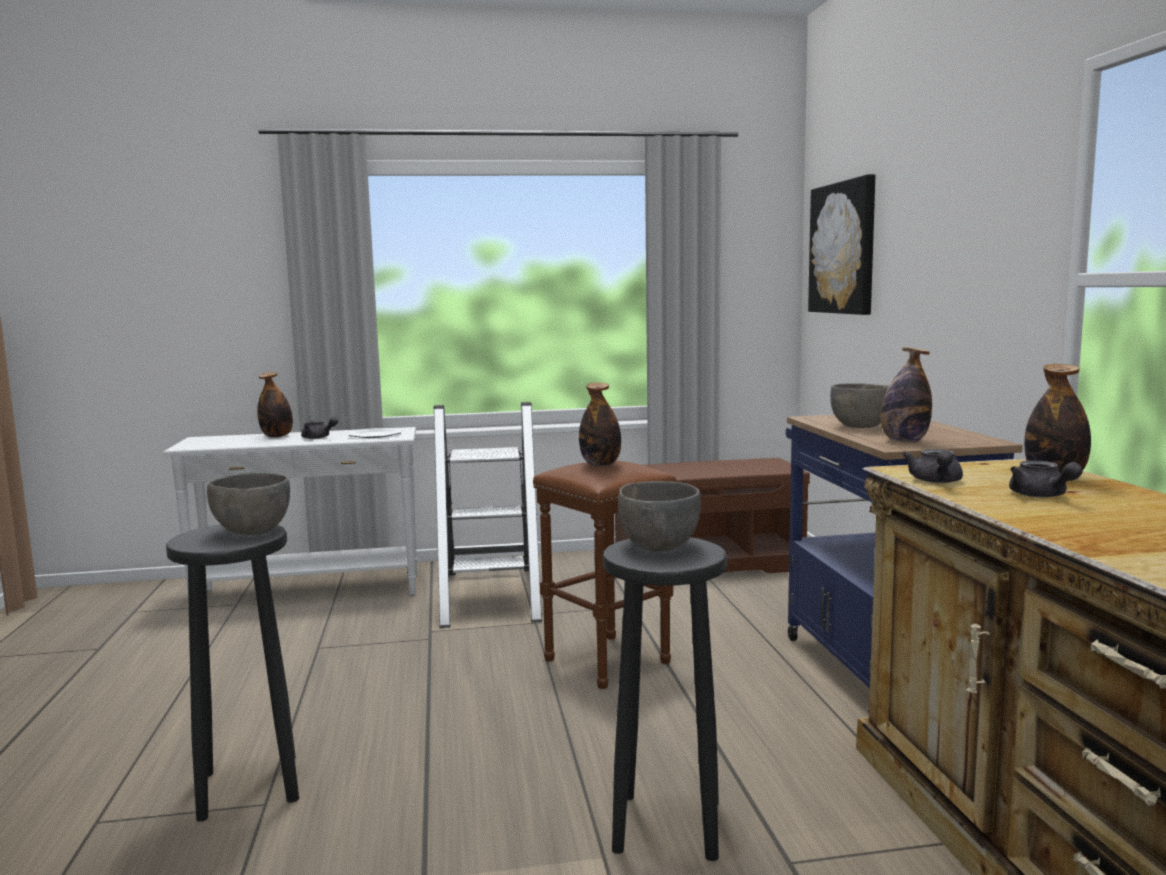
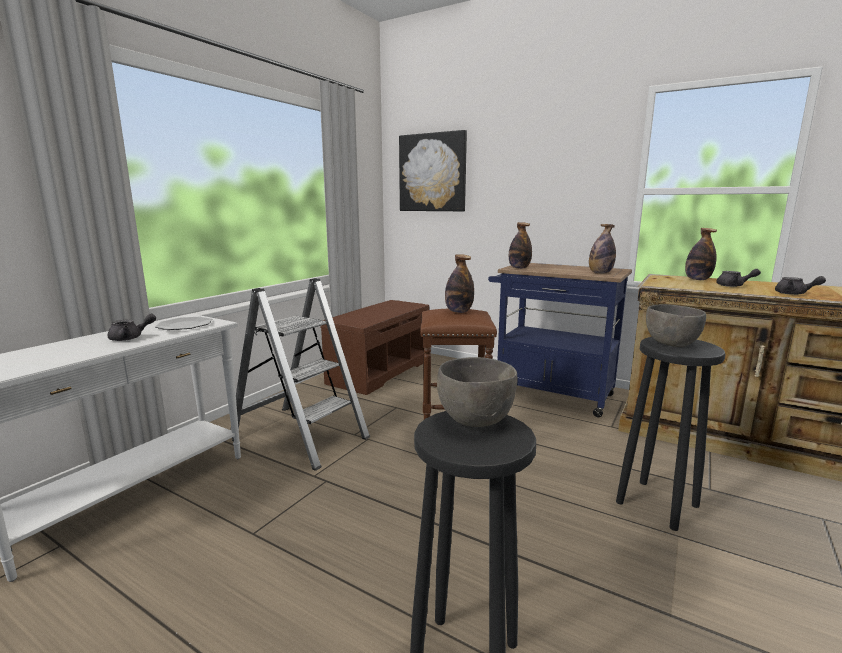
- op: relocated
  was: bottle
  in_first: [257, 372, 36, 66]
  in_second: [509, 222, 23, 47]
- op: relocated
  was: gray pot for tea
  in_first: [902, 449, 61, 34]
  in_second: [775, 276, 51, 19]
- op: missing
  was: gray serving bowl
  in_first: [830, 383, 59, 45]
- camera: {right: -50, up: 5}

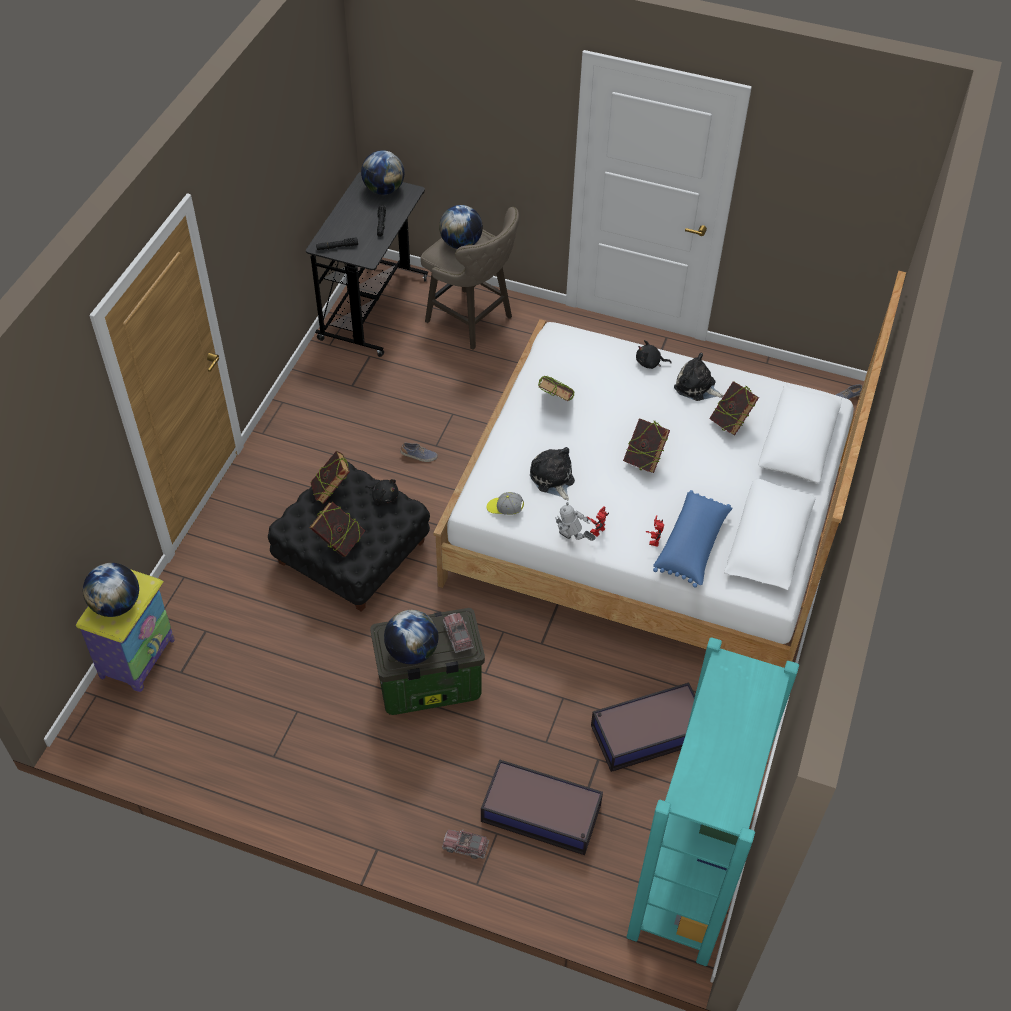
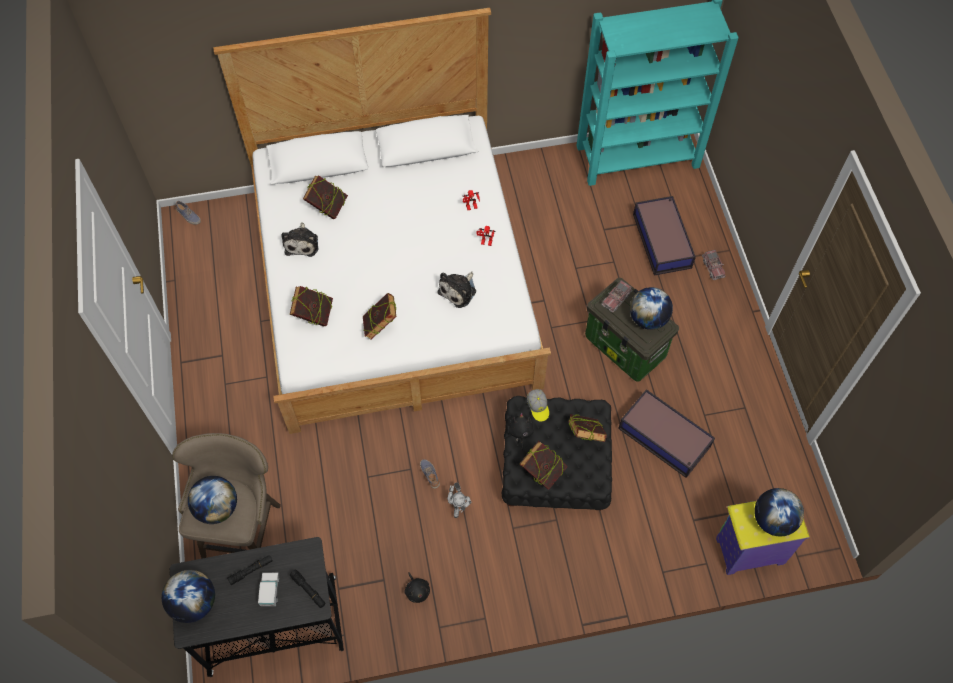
- op: appeared
  now: model truck
  in_second: [258, 573, 21, 33]
- op: relocated
  was: volume
  in_first: [623, 418, 47, 55]
  in_second: [290, 286, 43, 40]
- op: relocated
  was: blackish plush toy
  in_first: [636, 340, 36, 29]
  in_second: [405, 572, 25, 31]
- op: relocated
  was: robot figure
  in_first: [555, 502, 41, 39]
  in_second: [447, 482, 25, 36]
- op: relocated
  was: baseball cap
  in_first: [487, 492, 37, 23]
  in_second: [527, 389, 22, 33]
- op: relocated
  was: storage bin
  in_first: [591, 682, 104, 90]
  in_second: [618, 389, 97, 89]
- op: missing
  was: bluish pillow
  in_first: [653, 490, 80, 98]
- camera: {right: -120, up: 10}

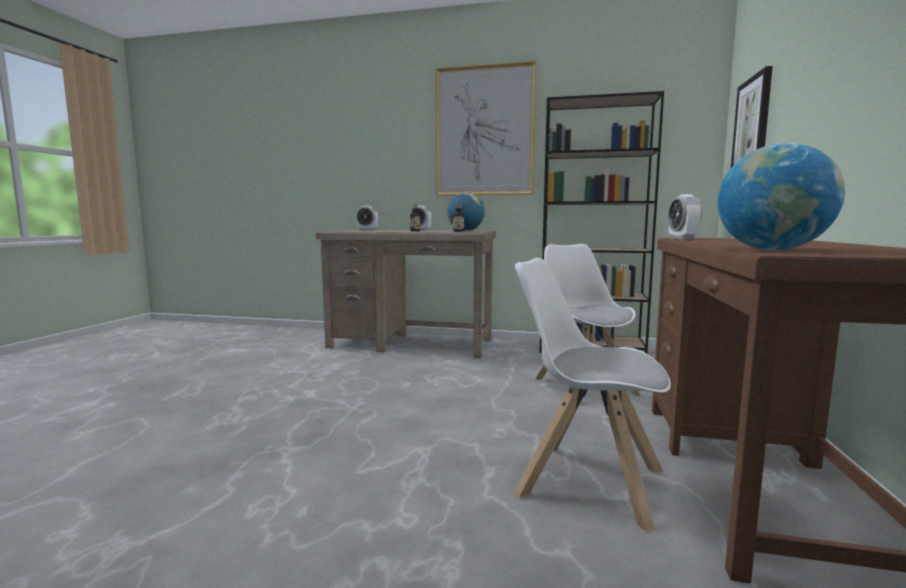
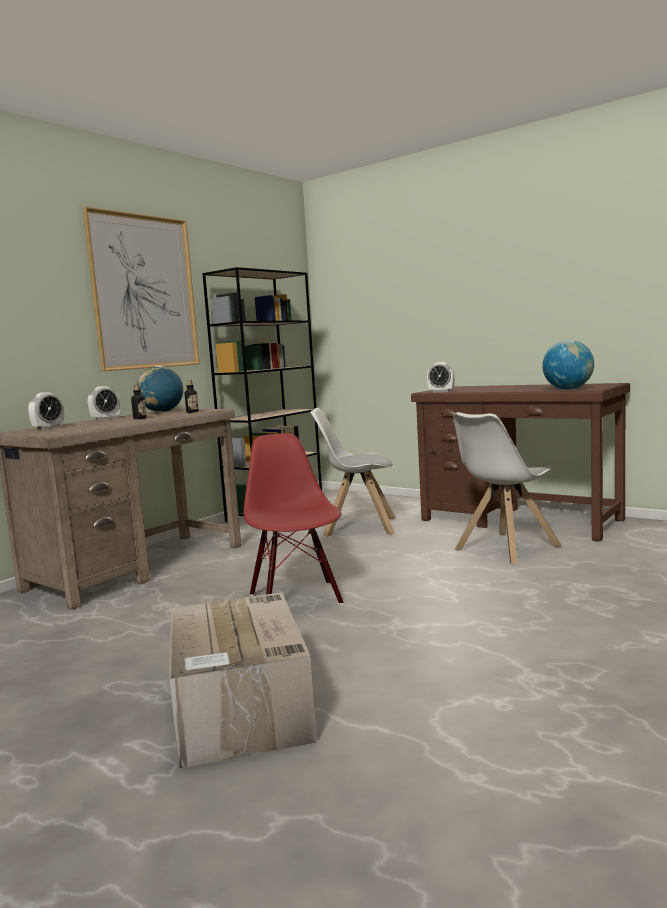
- op: appeared
  now: packing box
  in_second: [169, 593, 148, 176]
- op: appeared
  now: red-coloured plain chair
  in_second: [243, 433, 100, 172]
- op: missing
  was: wall picture
  in_first: [731, 66, 42, 102]
- camera: {right: -65, up: 0}

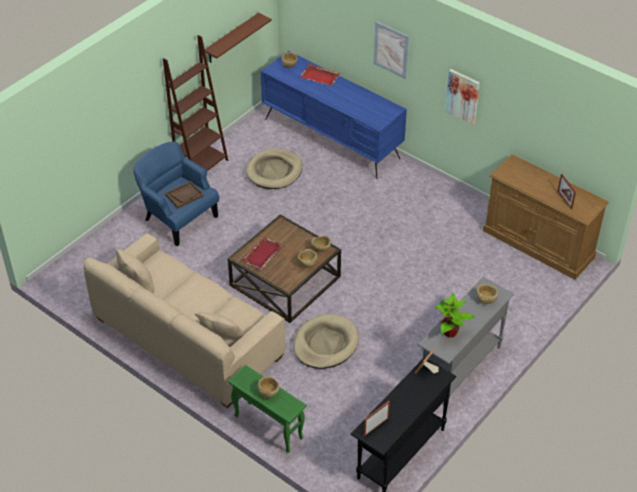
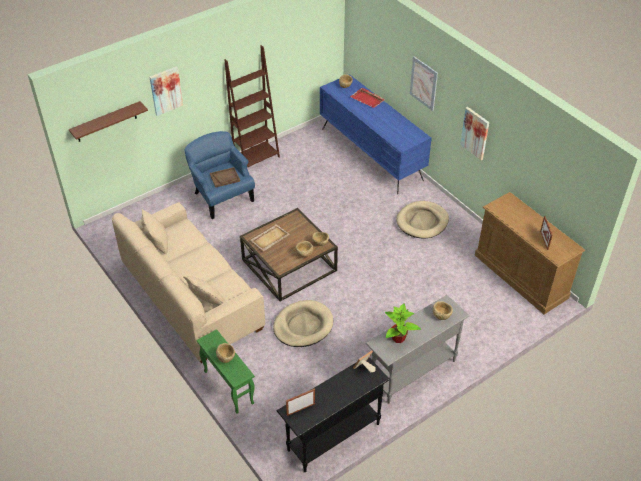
- op: relocated
  was: brown-coloured wall shelf
  in_first: [205, 13, 67, 50]
  in_second: [69, 101, 79, 41]
- op: appeared
  now: wall picture
  in_second: [149, 66, 34, 50]
- op: colour
  was: red-coloured carrying tray
  now: beige-coloured carrying tray
  in_first: [242, 237, 42, 33]
  in_second: [250, 224, 40, 27]
- op: relocated
  was: beige-coloured pet bed
  in_first: [246, 148, 57, 41]
  in_second: [396, 201, 53, 38]
- camera: {right: 15, up: 0}

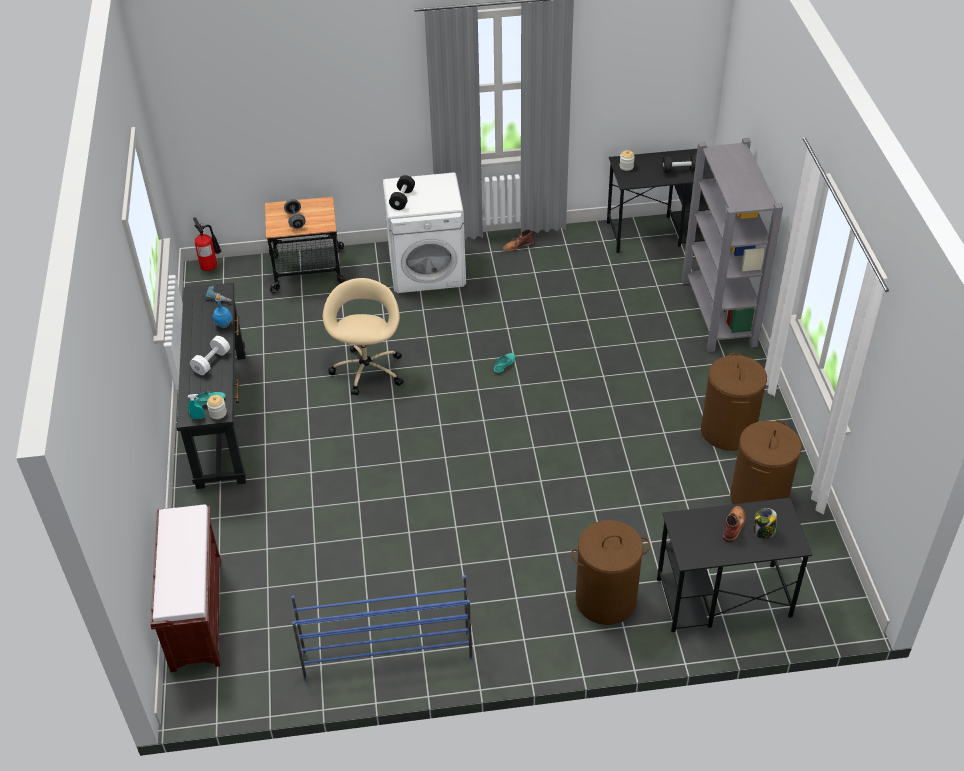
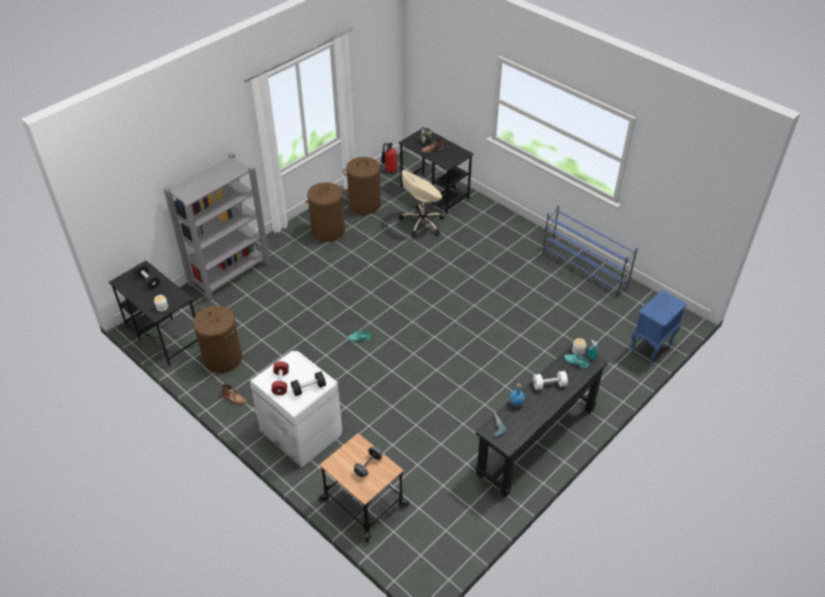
- op: relocated
  was: brown-coloured hamper
  in_first: [571, 520, 79, 105]
  in_second: [193, 306, 49, 67]
- op: appeared
  now: red-coloured hand weight
  in_second: [271, 361, 18, 34]
- op: relocated
  was: fire-fighting cylinder
  in_first: [193, 217, 28, 54]
  in_second: [381, 142, 16, 31]
- op: relocated
  was: beige-coloured office chair
  in_first: [323, 278, 81, 117]
  in_second: [399, 170, 45, 67]
- op: exchanged
  was: brown-coloured bench
  now: bluish nightstand
  in_first: [150, 505, 71, 167]
  in_second: [629, 290, 58, 77]
- camera: {right: -130, up: 0}

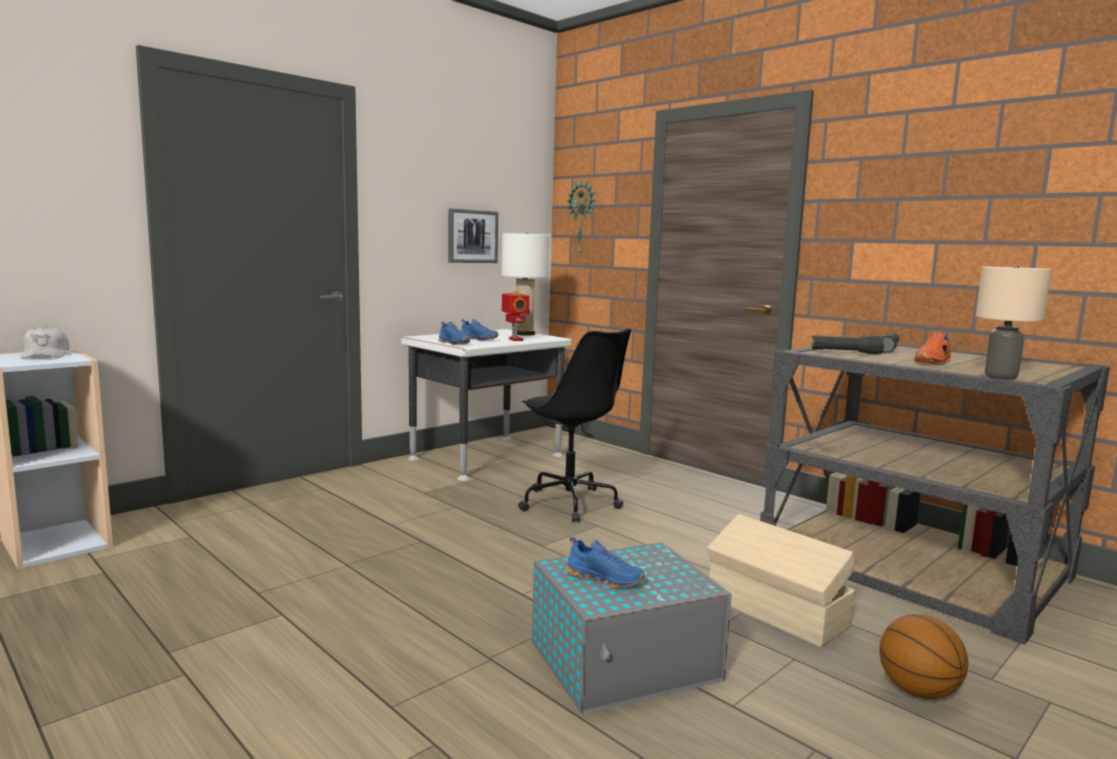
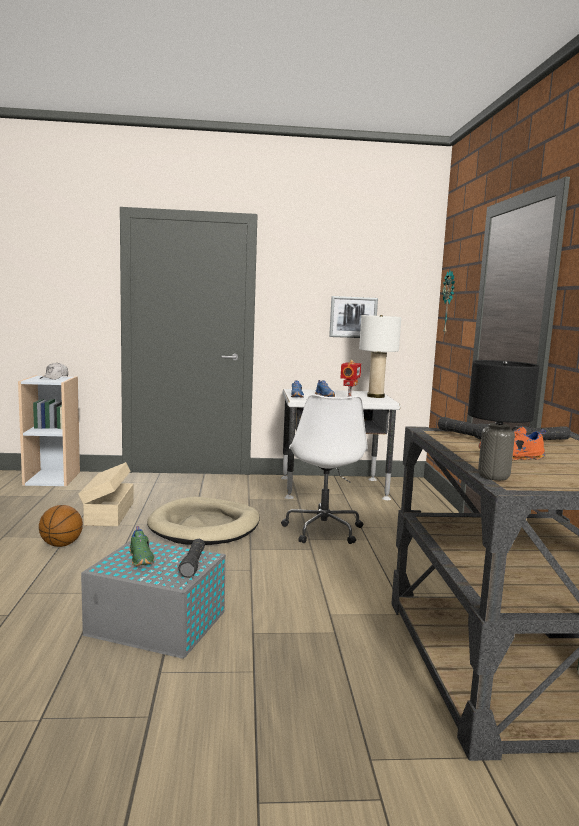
- op: relocated
  was: basketball
  in_first: [879, 614, 89, 85]
  in_second: [39, 505, 44, 42]
- op: relocated
  was: beige-coloured storage bin
  in_first: [707, 514, 149, 133]
  in_second: [78, 462, 56, 64]
- op: colour
  was: bluish low shoe
  now: green low shoe
  in_first: [566, 537, 78, 51]
  in_second: [129, 526, 25, 40]
- op: appeared
  now: beige-coloured pet bed
  in_second: [147, 497, 113, 48]
- op: appeared
  now: blackish flashlight
  in_second: [179, 539, 26, 39]
- op: colour
  was: blackish office chair
  now: whitish office chair
  in_first: [518, 328, 113, 194]
  in_second: [281, 394, 87, 150]
- op: colour
  was: beige-coloured lamp for a table
  now: blackish lamp for a table
  in_first: [976, 265, 76, 115]
  in_second: [468, 360, 71, 121]
- camera: {right: 40, up: 0}

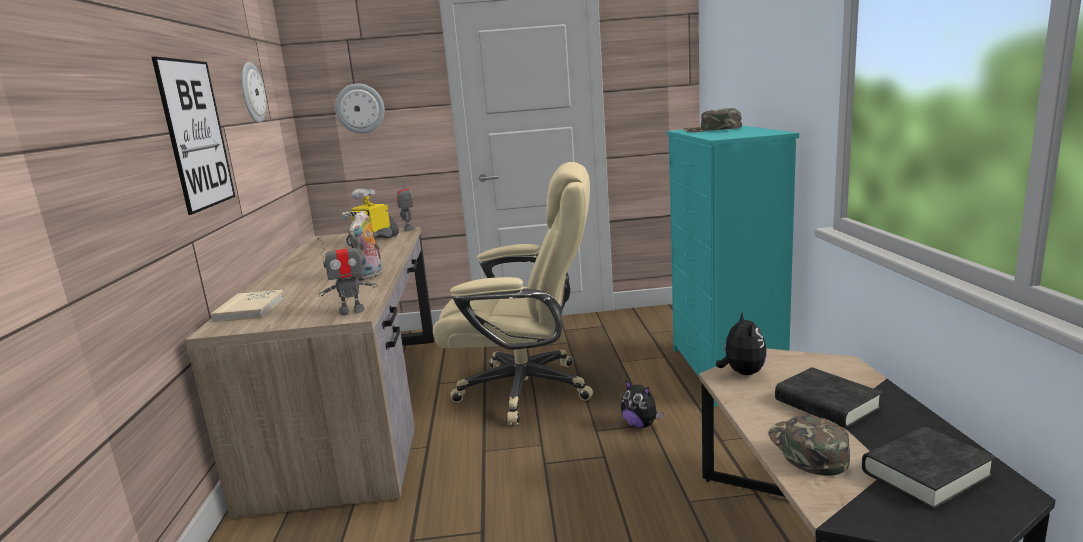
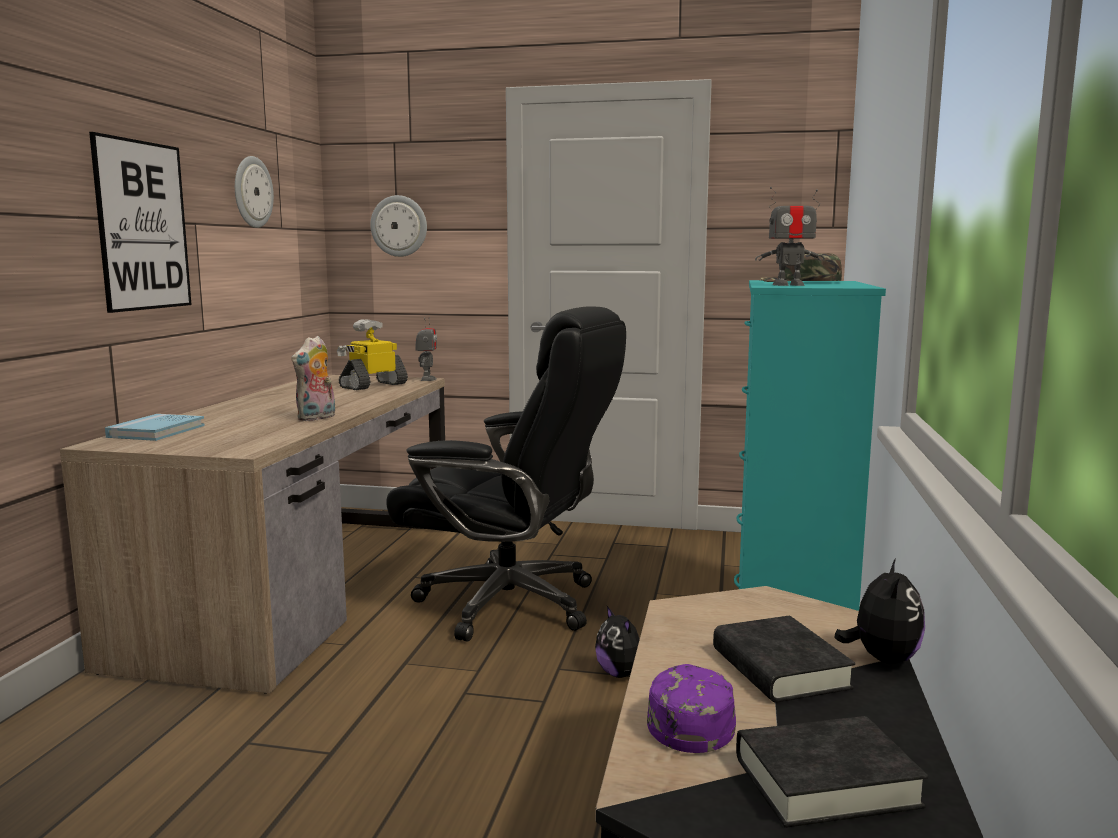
- op: colour
  was: beige-coloured volume
  now: bluish volume
  in_first: [211, 290, 74, 32]
  in_second: [105, 414, 100, 27]
- op: colour
  was: beige-coloured office chair
  now: blackish office chair
  in_first: [433, 162, 160, 263]
  in_second: [386, 306, 240, 336]
- op: colour
  was: green baseball cap
  now: purplish baseball cap
  in_first: [769, 416, 81, 60]
  in_second: [647, 664, 89, 89]
- op: relocated
  was: robot figure
  in_first: [318, 234, 60, 81]
  in_second: [755, 187, 70, 99]
- op: relocated
  was: plush toy
  in_first: [716, 311, 51, 64]
  in_second: [834, 558, 91, 106]
- camera: {right: 15, up: -5}

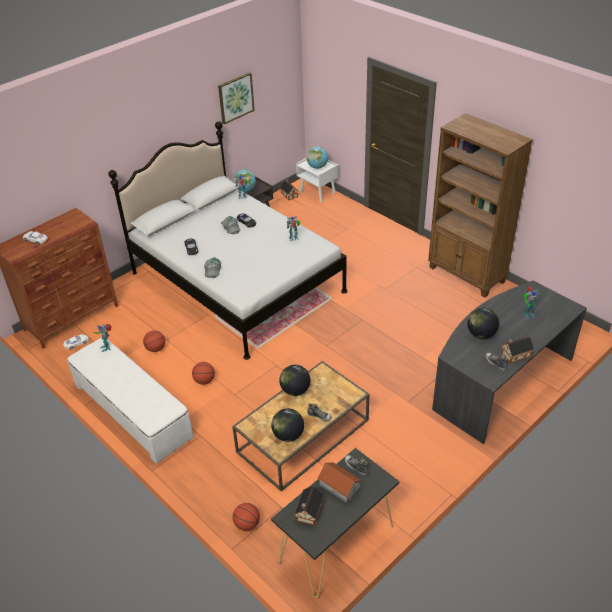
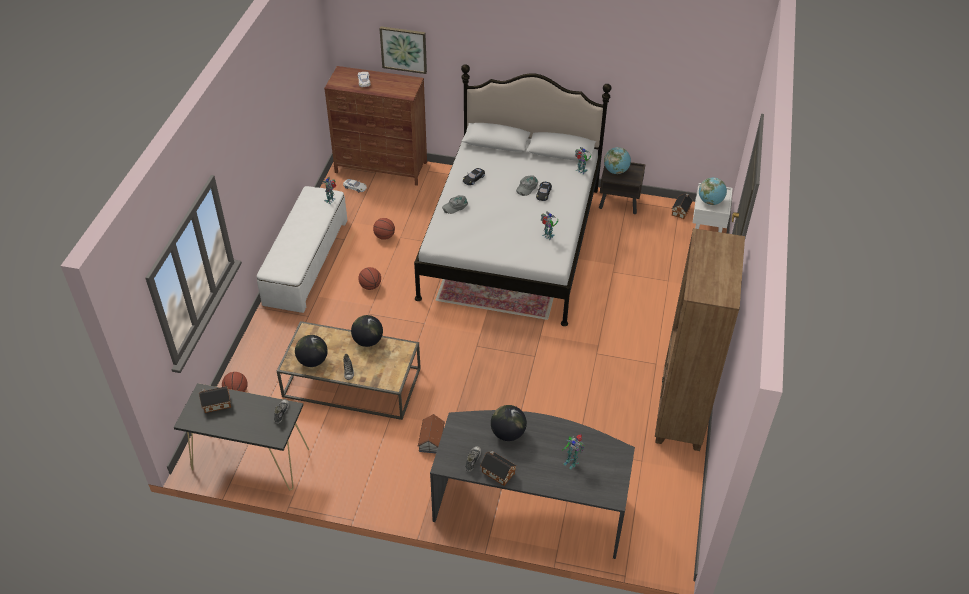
- op: relocated
  was: wall picture
  in_first: [218, 72, 37, 53]
  in_second: [379, 26, 48, 48]
- op: relocated
  was: model house
  in_first: [318, 462, 45, 42]
  in_second: [417, 414, 28, 39]
- camera: {right: 55, up: 5}

